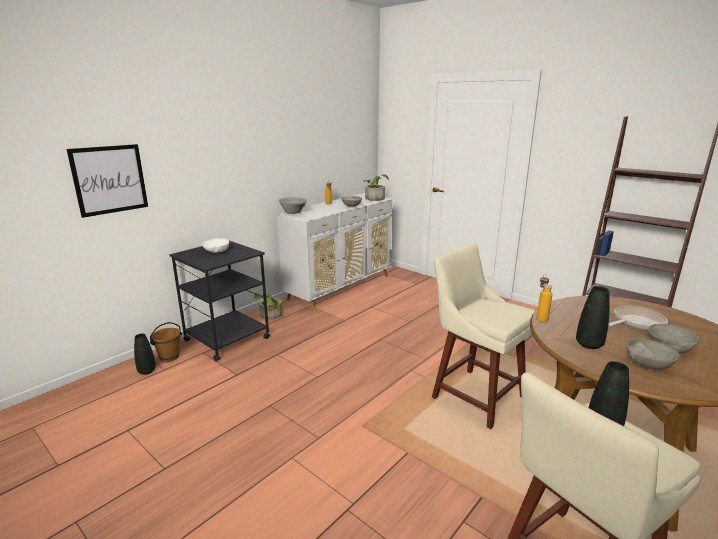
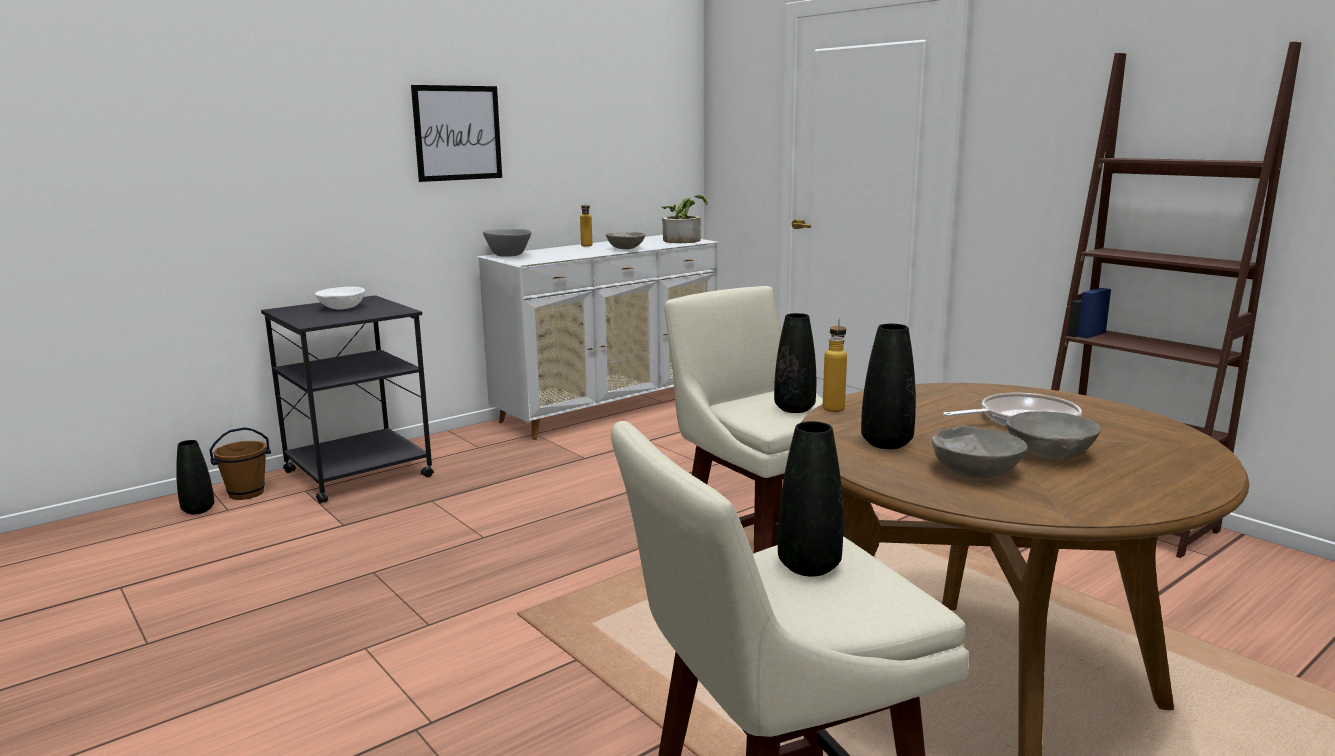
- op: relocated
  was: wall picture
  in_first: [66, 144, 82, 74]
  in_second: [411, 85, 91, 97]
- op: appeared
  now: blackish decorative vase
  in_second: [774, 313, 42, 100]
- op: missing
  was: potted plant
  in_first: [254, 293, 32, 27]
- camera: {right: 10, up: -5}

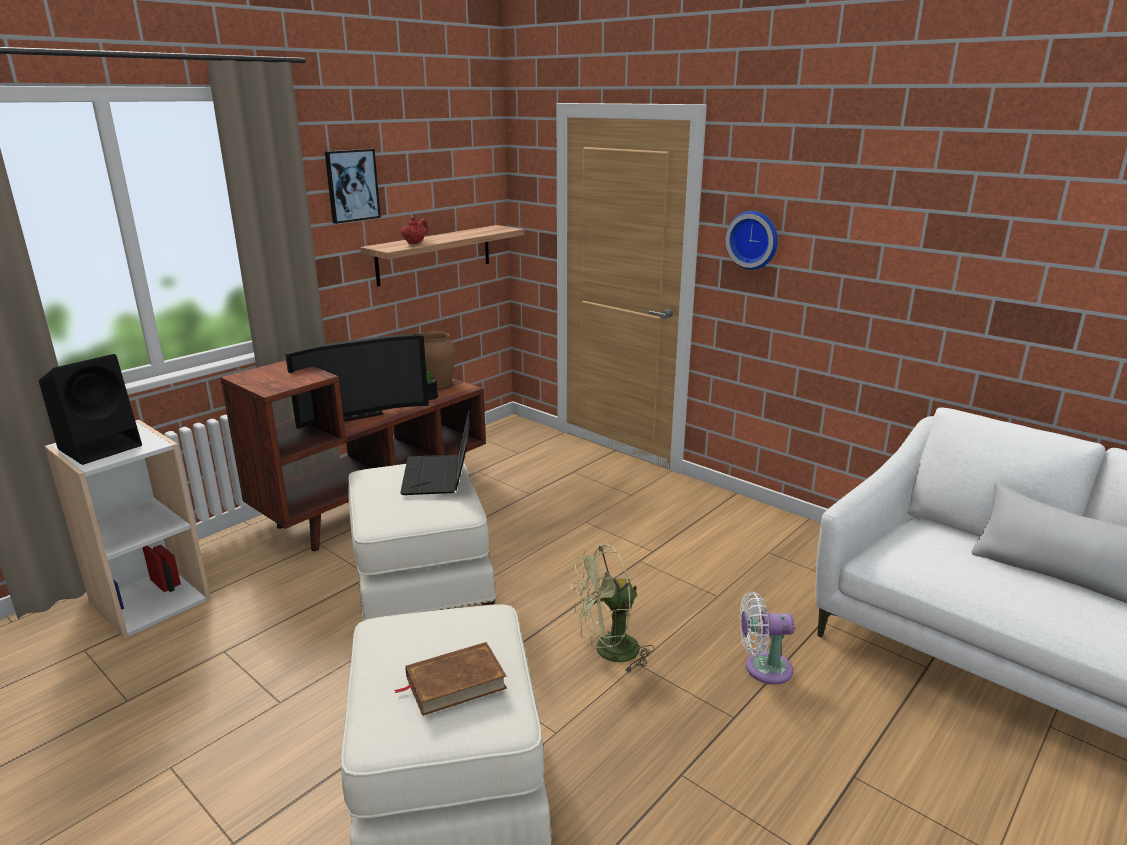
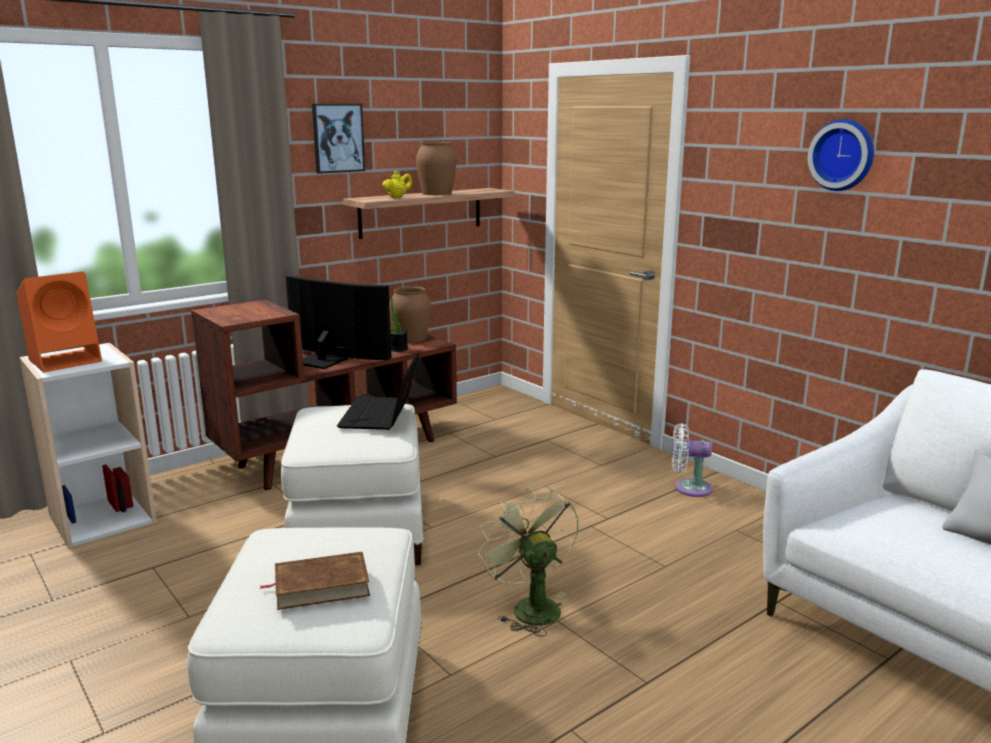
- op: colour
  was: blackish audio speaker
  now: orangey audio speaker
  in_first: [39, 354, 103, 111]
  in_second: [16, 272, 86, 100]
- op: spun
  was: television
  in_first: [285, 334, 144, 95]
  in_second: [286, 276, 106, 93]
  clockwise: -135
- op: colour
  was: red-coloured pot for tea
  now: yellow pot for tea
  in_first: [401, 217, 27, 27]
  in_second: [382, 171, 30, 27]
- op: appeared
  now: brown-coloured decorative vase
  in_second: [416, 142, 40, 53]
- op: spun
  was: green electric fan
  in_first: [571, 544, 84, 128]
  in_second: [478, 488, 101, 148]
  clockwise: 75
- op: relocated
  was: whitish electric fan
  in_first: [740, 592, 55, 93]
  in_second: [672, 423, 41, 74]
- op: relocated
  was: wall clock
  in_first: [726, 211, 52, 59]
  in_second: [808, 119, 66, 72]
- camera: {right: 10, up: -5}

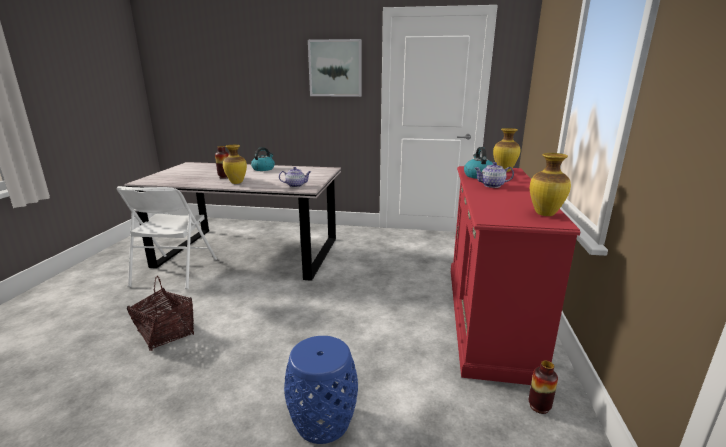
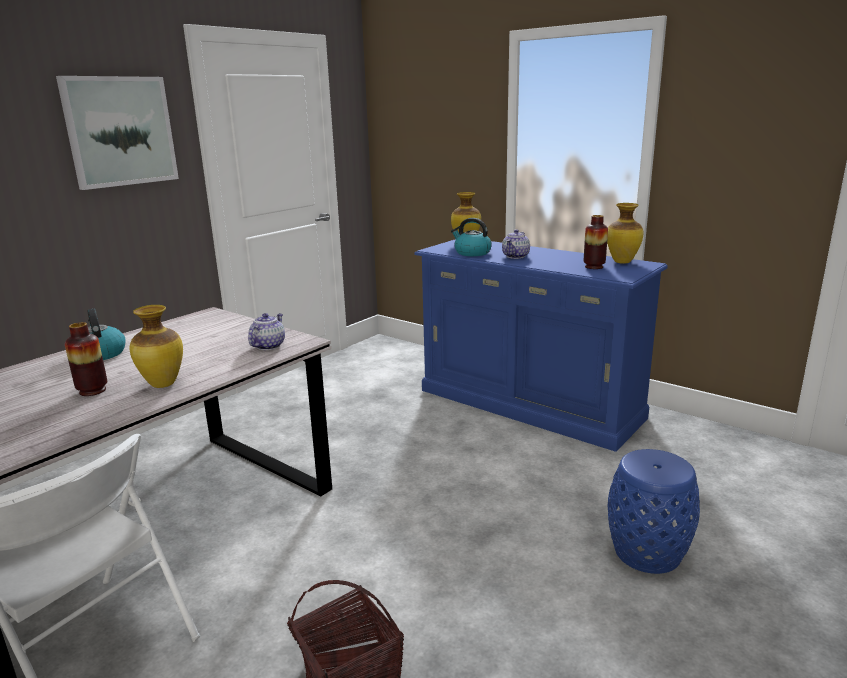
- op: colour
  was: red-coloured cupboard
  now: bluish cupboard
  in_first: [451, 166, 129, 219]
  in_second: [414, 239, 254, 213]
- op: relocated
  was: decorative vase
  in_first: [529, 361, 29, 53]
  in_second: [584, 215, 24, 54]
- camera: {right: -60, up: 0}

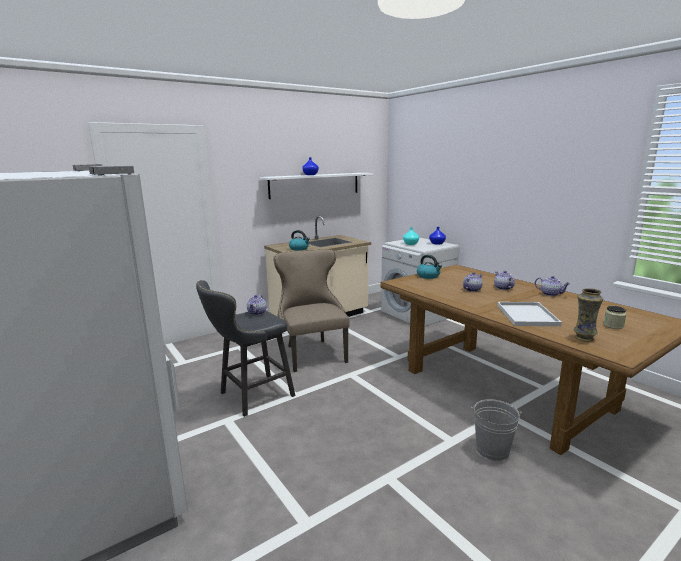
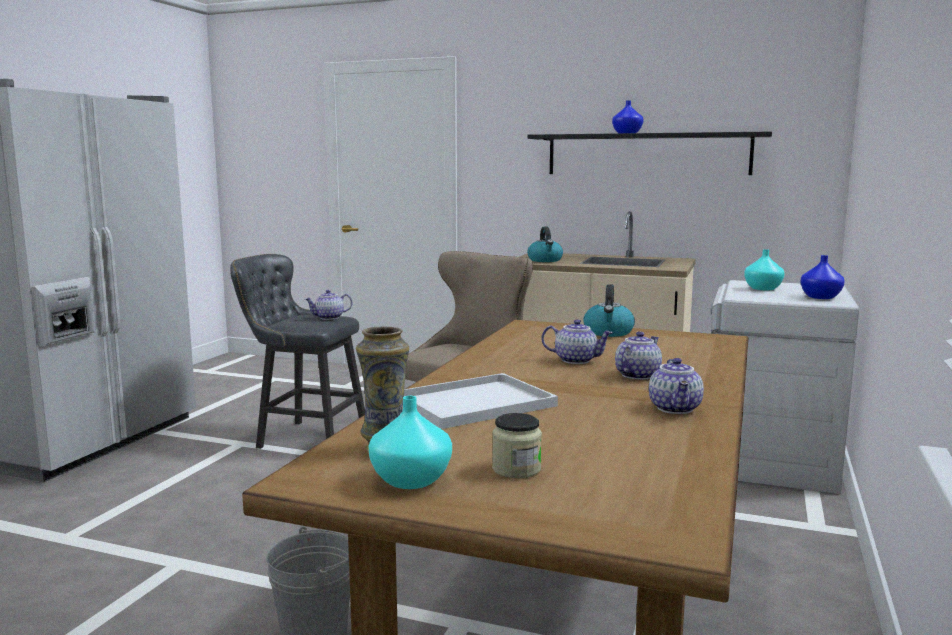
- op: appeared
  now: turquoise-coloured decorative vase
  in_second: [369, 396, 83, 93]
- op: colour
  was: whitish wall shelf
  now: blackish wall shelf
  in_first: [260, 173, 113, 26]
  in_second: [527, 131, 245, 44]
- camera: {right: 55, up: -5}

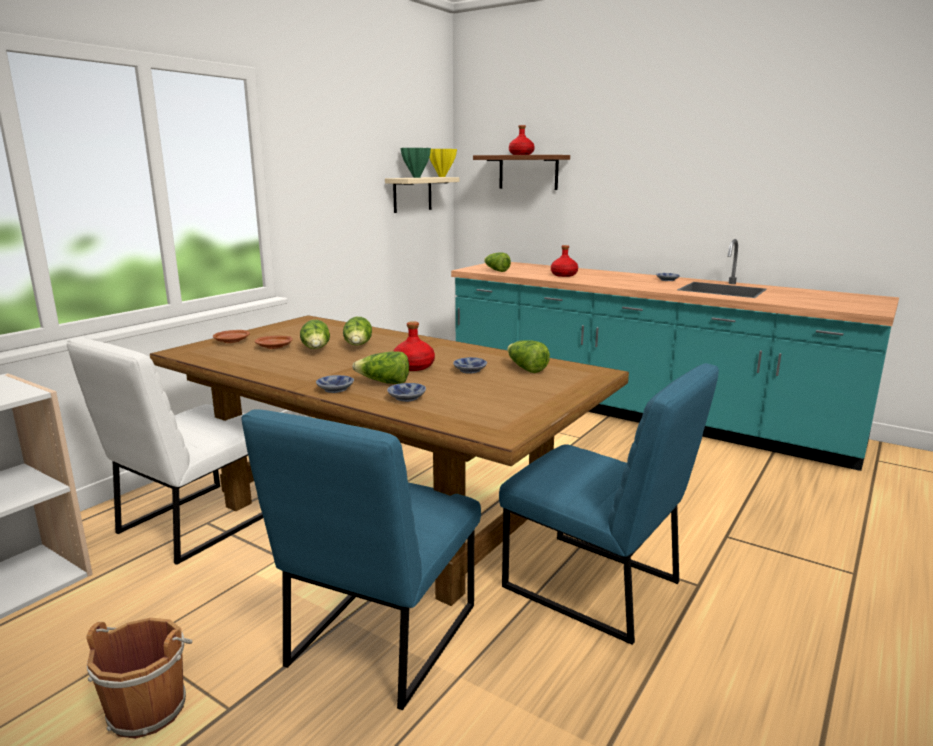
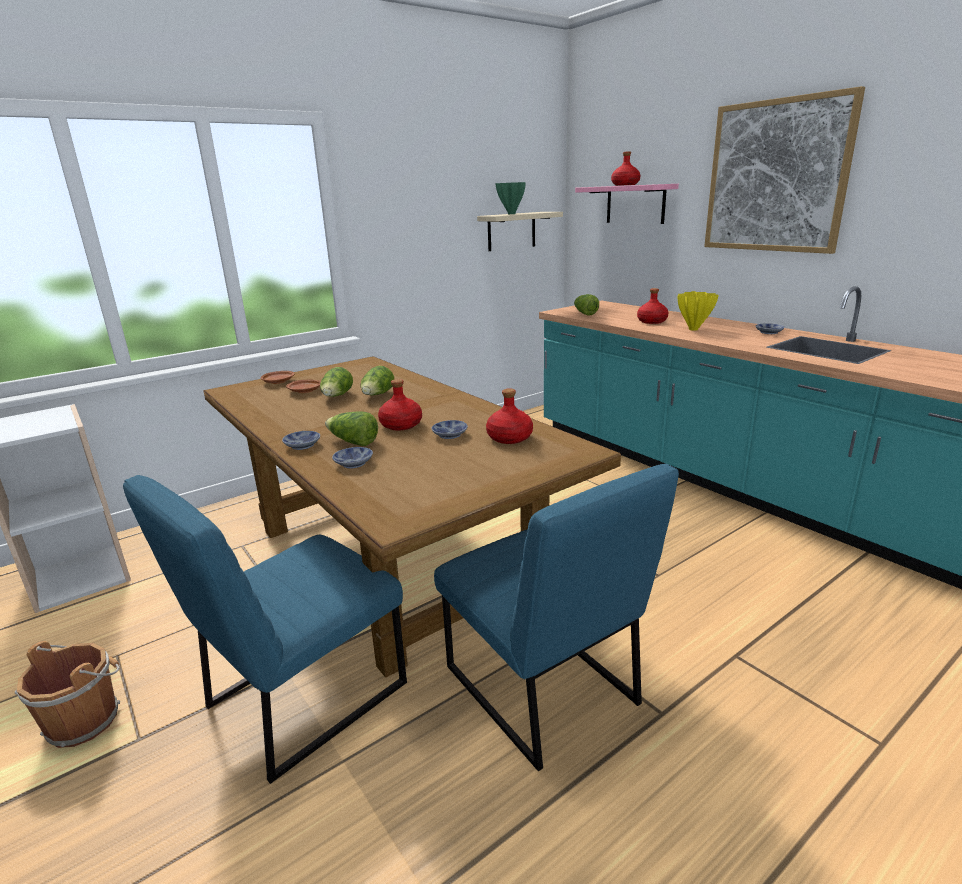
- op: exchanged
  was: head of lettuce
  now: red-coloured bottle
  in_first: [507, 340, 43, 33]
  in_second: [486, 388, 47, 56]
- op: colour
  was: brown-coloured wall shelf
  now: pink wall shelf
  in_first: [473, 155, 97, 35]
  in_second: [575, 184, 104, 40]
- op: relocated
  was: yellow decorative vase
  in_first: [429, 149, 28, 28]
  in_second: [678, 291, 41, 40]
- op: appeared
  now: wall picture
  in_second: [704, 86, 161, 168]
- op: missing
  was: whitish plain chair
  in_first: [67, 338, 196, 227]
- camera: {right: 20, up: 5}

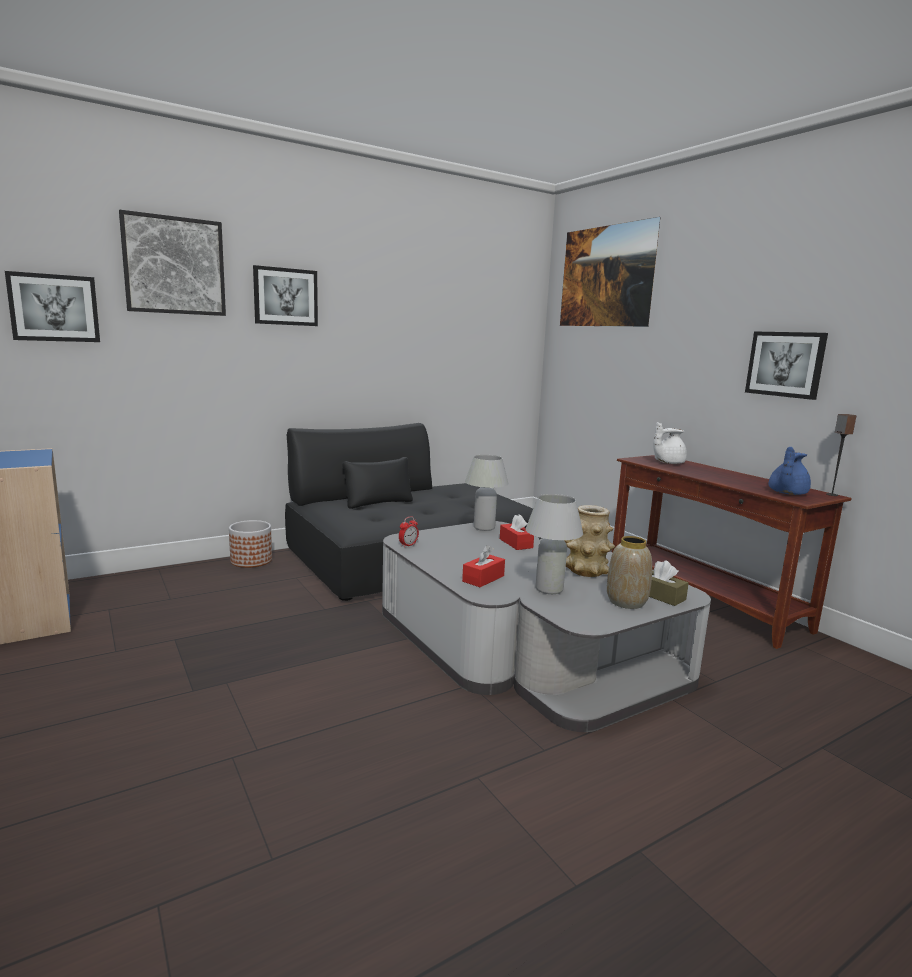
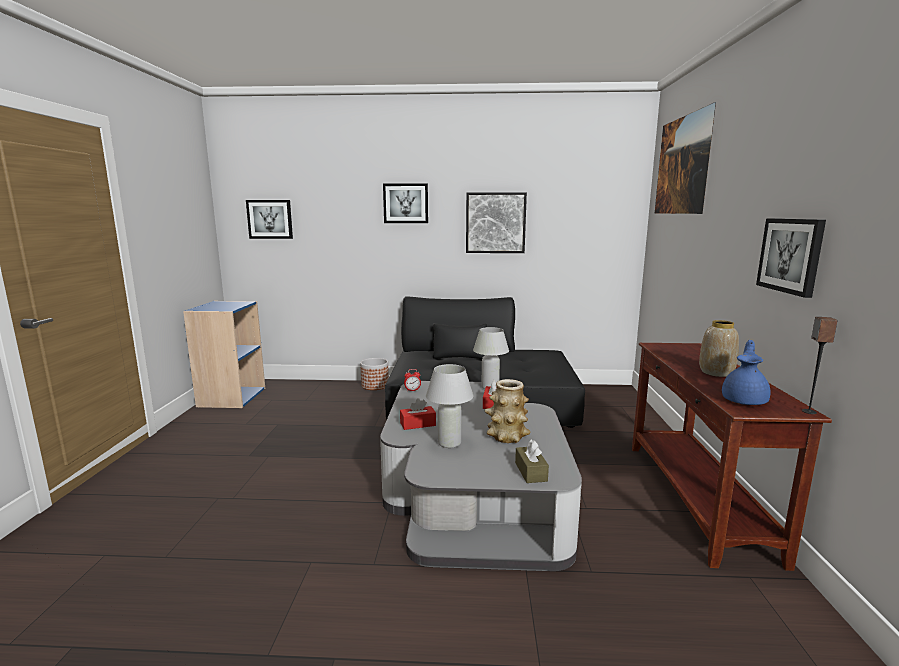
- op: relocated
  was: wall picture
  in_first: [119, 210, 107, 106]
  in_second: [466, 192, 61, 61]
- op: relocated
  was: decorative vase
  in_first: [607, 536, 45, 73]
  in_second: [699, 320, 40, 57]
- op: spun
  was: bluish pot for tea
  in_first: [768, 447, 43, 48]
  in_second: [722, 340, 49, 65]
  clockwise: 135
- op: missing
  was: whitish pot for tea
  in_first: [653, 422, 34, 42]
- camera: {right: 35, up: 0}

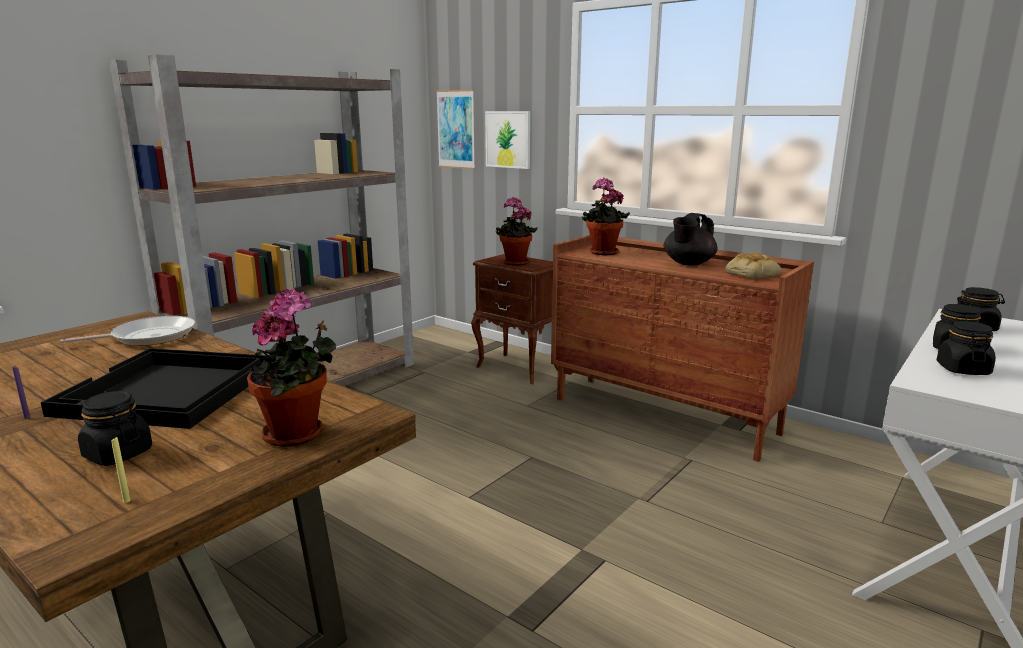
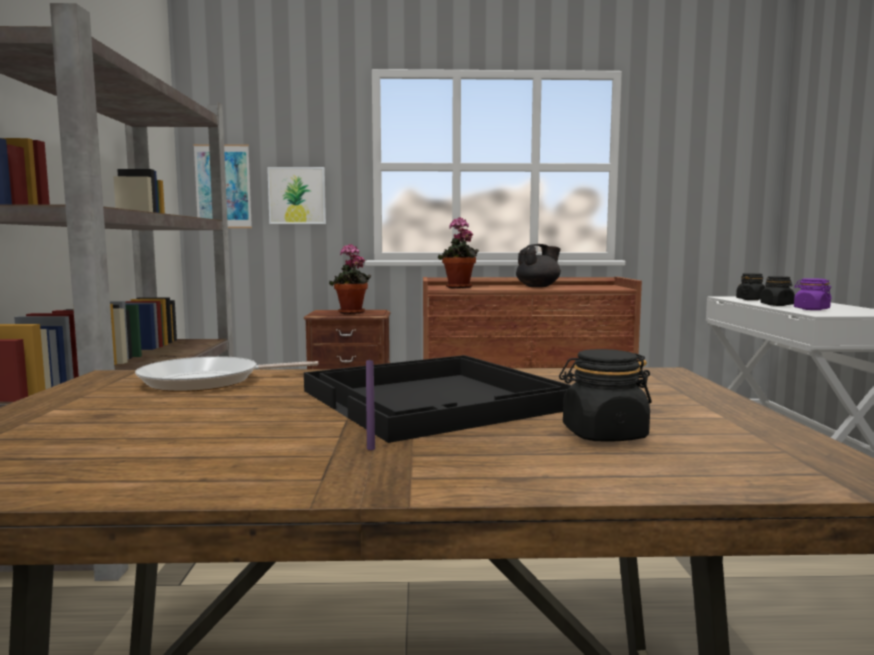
- op: spun
  was: skillet
  in_first: [60, 316, 135, 30]
  in_second: [135, 356, 184, 36]
  clockwise: -135
- op: spun
  was: blackish pot for tea
  in_first: [664, 213, 53, 53]
  in_second: [516, 244, 45, 43]
  clockwise: -120
- op: colour
  was: blackish preserve jar
  now: purplish preserve jar
  in_first: [937, 321, 59, 54]
  in_second: [794, 278, 38, 32]
- op: missing
  was: yellow wax light
  in_first: [111, 437, 19, 66]
- op: missing
  was: potted plant
  in_first: [247, 288, 89, 159]
- op: missing
  was: bakery bread
  in_first: [725, 253, 57, 26]
- camera: {right: -40, up: -10}

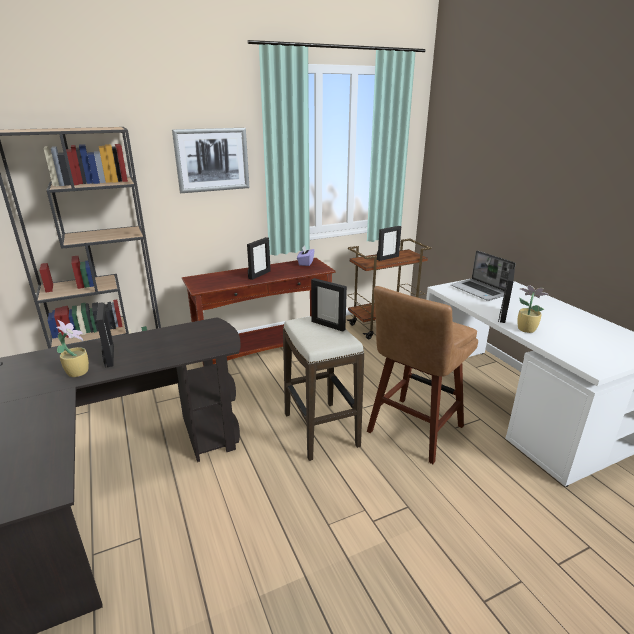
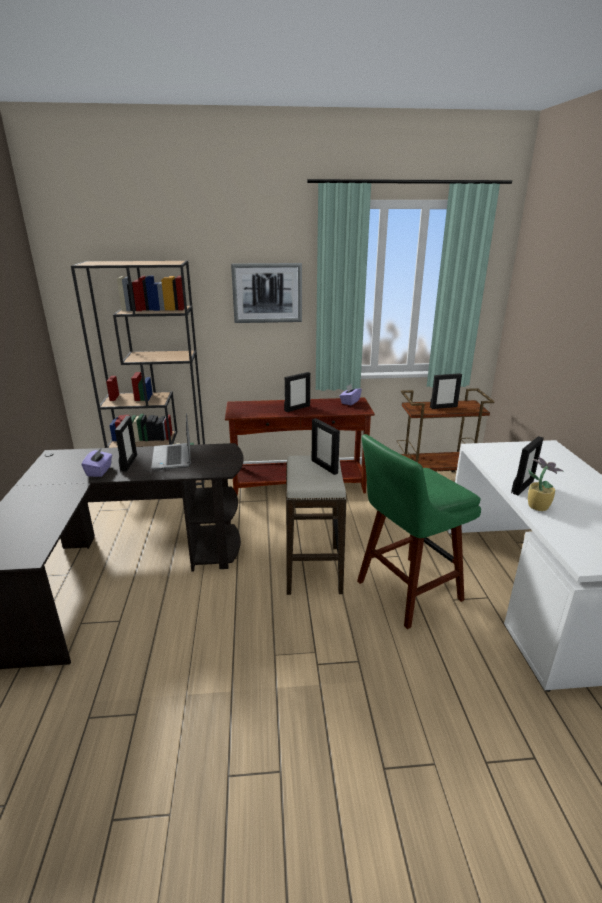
- op: exchanged
  was: potted plant
  now: purplish box of tissues
  in_first: [56, 320, 33, 57]
  in_second: [82, 448, 30, 29]
- op: relocated
  was: portable computer
  in_first: [451, 250, 65, 51]
  in_second: [151, 413, 40, 57]
- op: colour
  was: brown-coloured sitting stool
  now: green sitting stool
  in_first: [367, 286, 111, 178]
  in_second: [357, 434, 124, 195]
- camera: {right: 20, up: 0}

